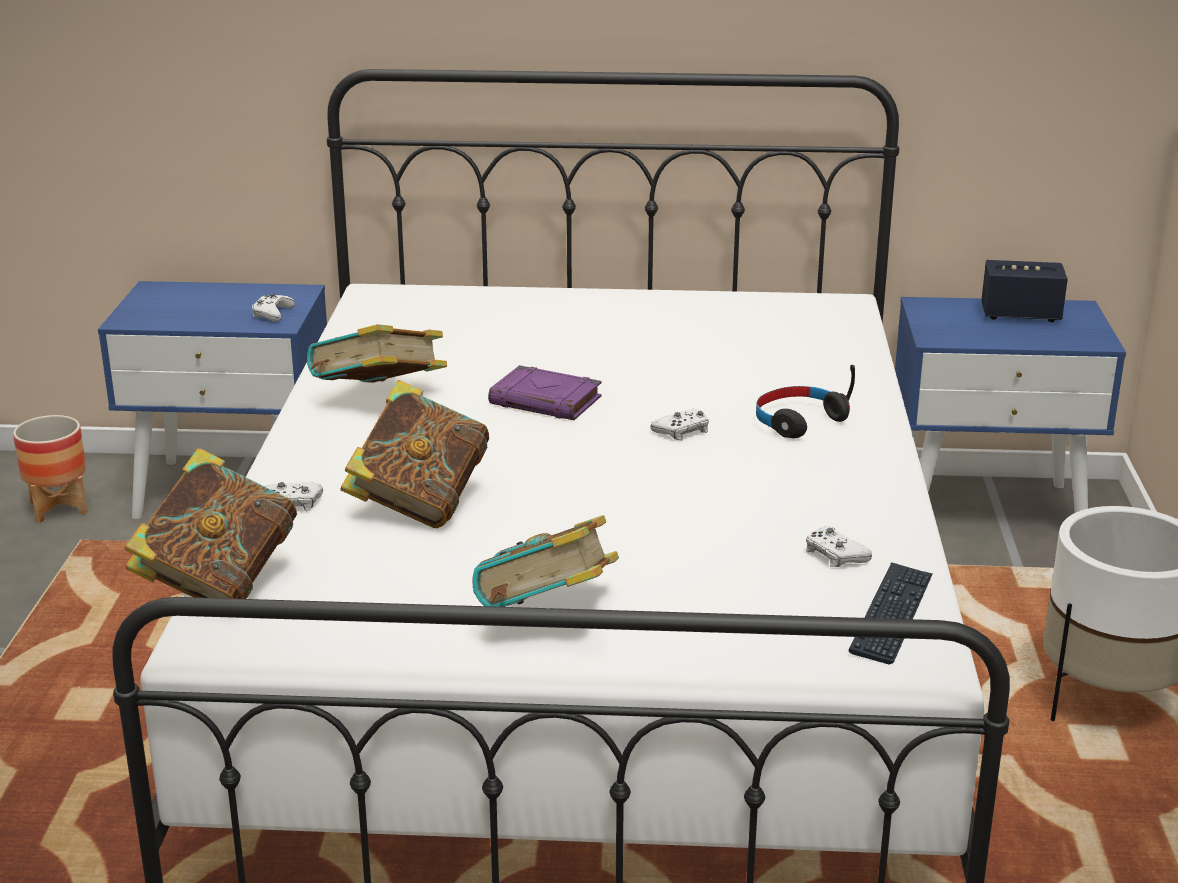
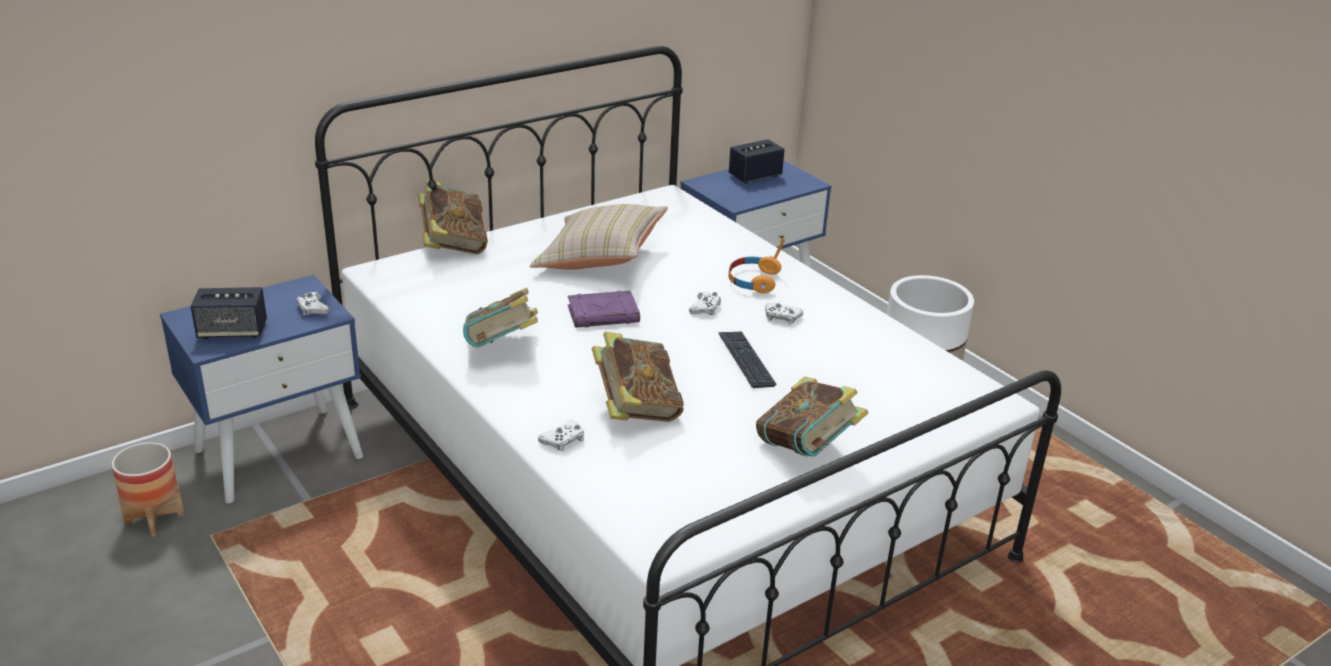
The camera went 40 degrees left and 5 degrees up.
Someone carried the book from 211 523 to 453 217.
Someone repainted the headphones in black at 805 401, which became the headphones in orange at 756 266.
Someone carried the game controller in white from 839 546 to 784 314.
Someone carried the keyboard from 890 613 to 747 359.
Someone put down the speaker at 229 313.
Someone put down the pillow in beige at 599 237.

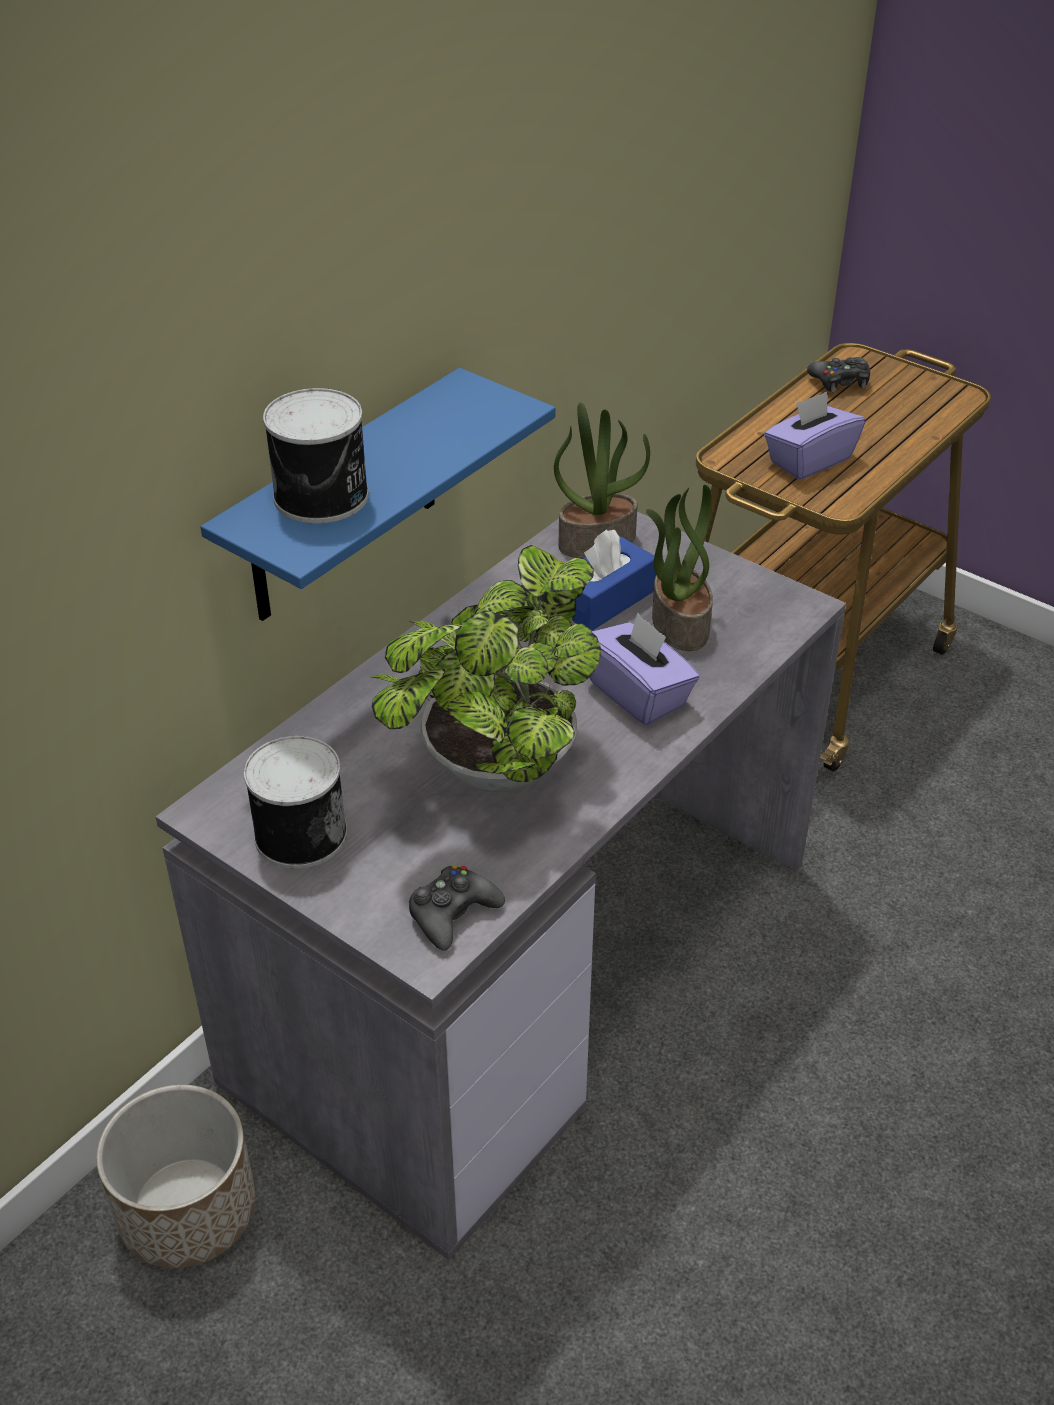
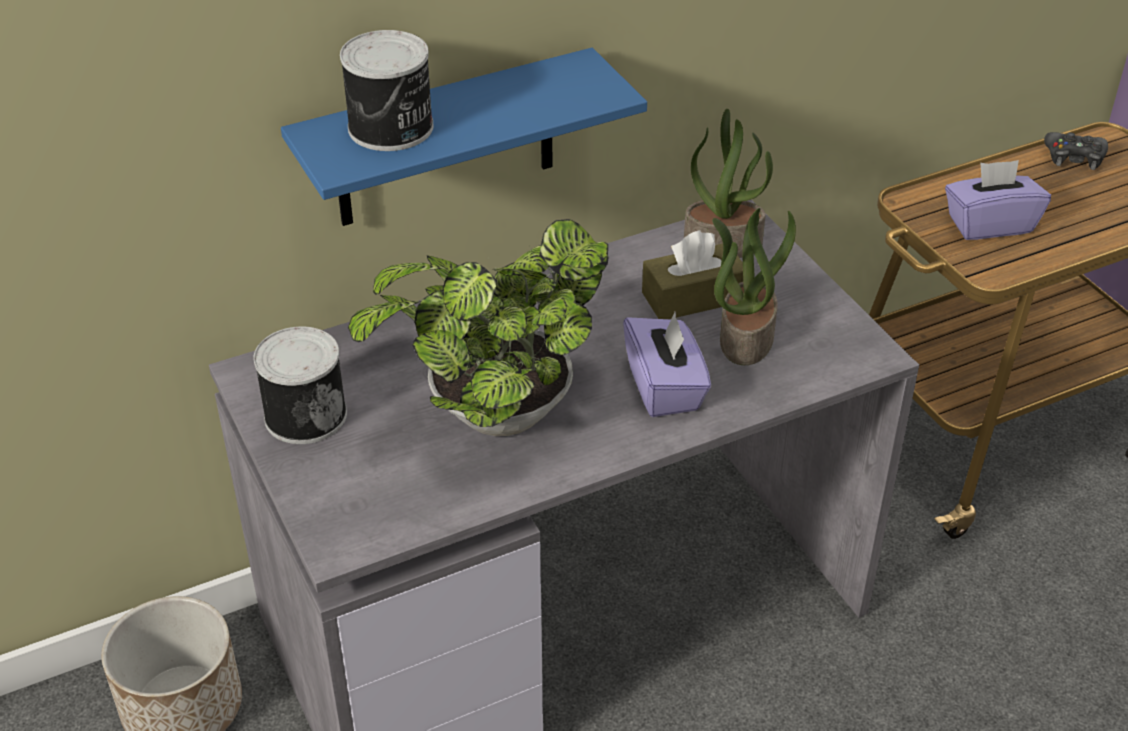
The camera went 25 degrees right and 0 degrees up.
Someone took away the game controller in black at 457 908.
Someone repainted the tissue box in blue at 614 580, which became the tissue box in brown at 692 274.

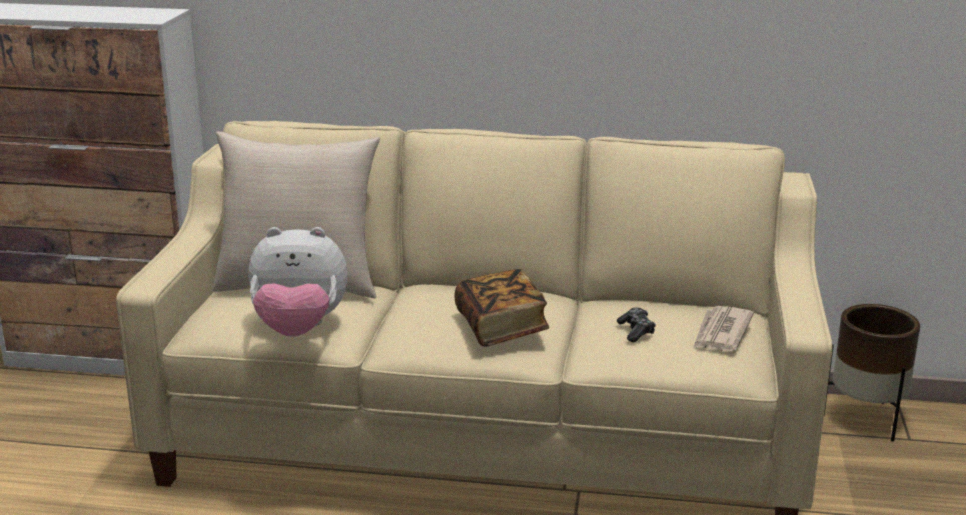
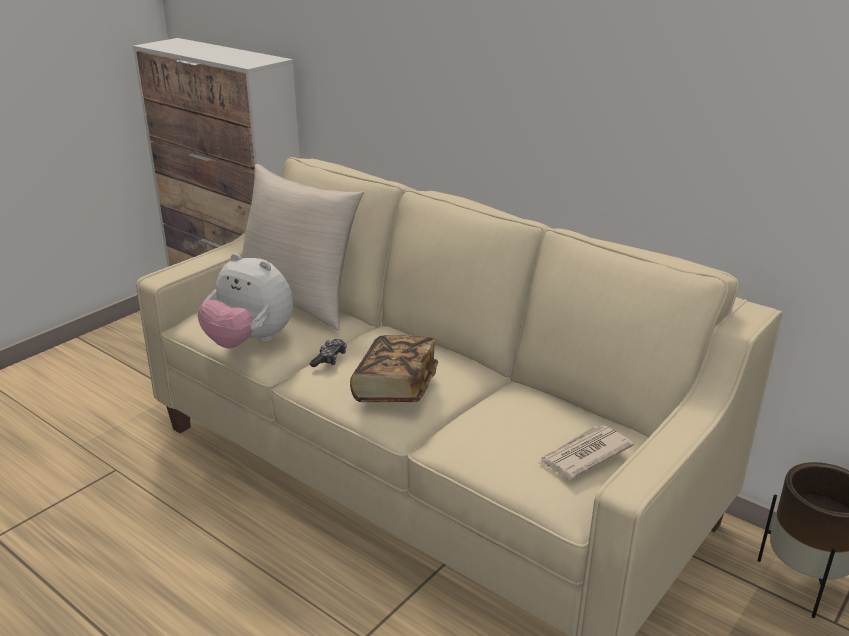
The camera went 30 degrees right and 5 degrees up.
Someone carried the game controller from 636 325 to 328 353.

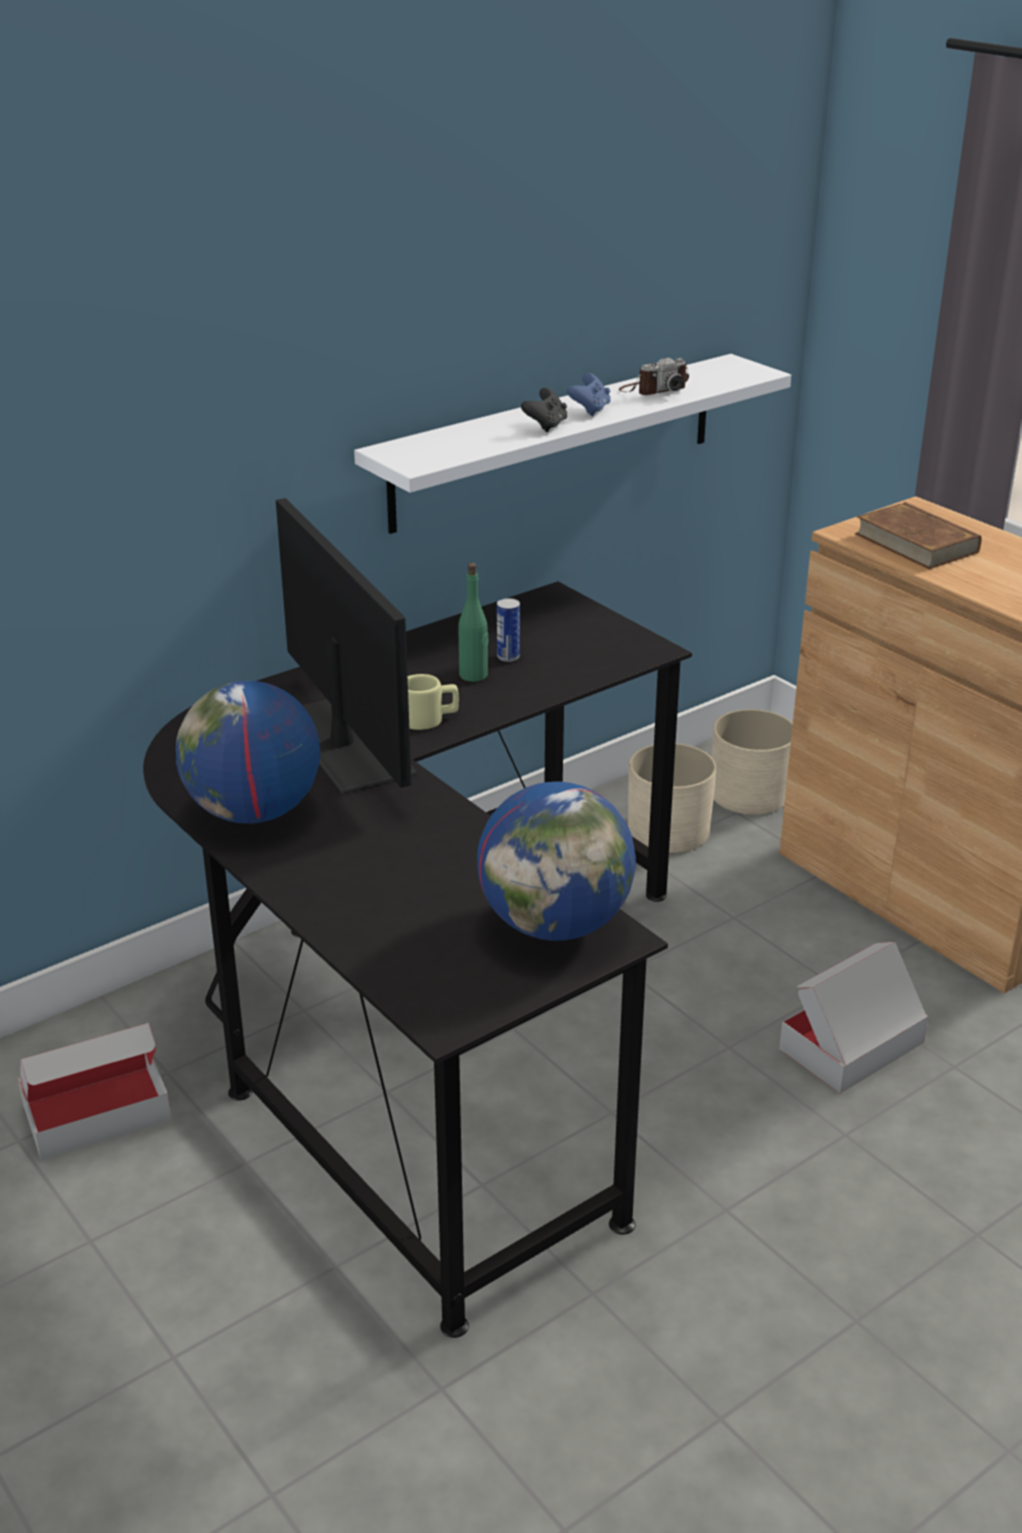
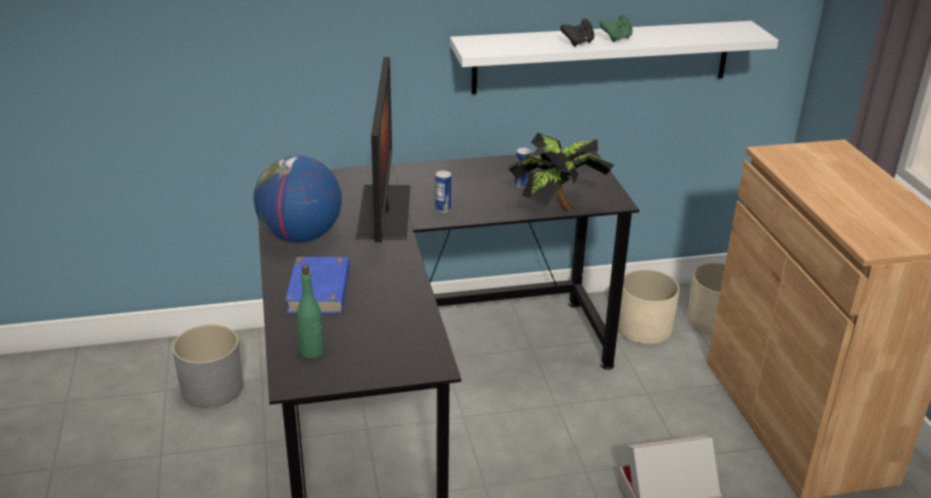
The camera went 25 degrees right and 0 degrees up.
Someone swapped the cardboard box at 95 1091 for the planter in grey at 207 366.
Someone swapped the mug in beige at 433 702 for the can at 443 192.
Someone carried the bottle in green from 473 622 to 310 311.
Someone took away the globe at 556 861.
Someone repainted the game controller in blue at 589 394, which became the game controller in green at 616 28.
Someone took away the photo camera at 654 376.
Someone took away the book in brown at 918 535.
Someone put down the book in blue at 317 285.
Someone put down the potted plant at 560 172.

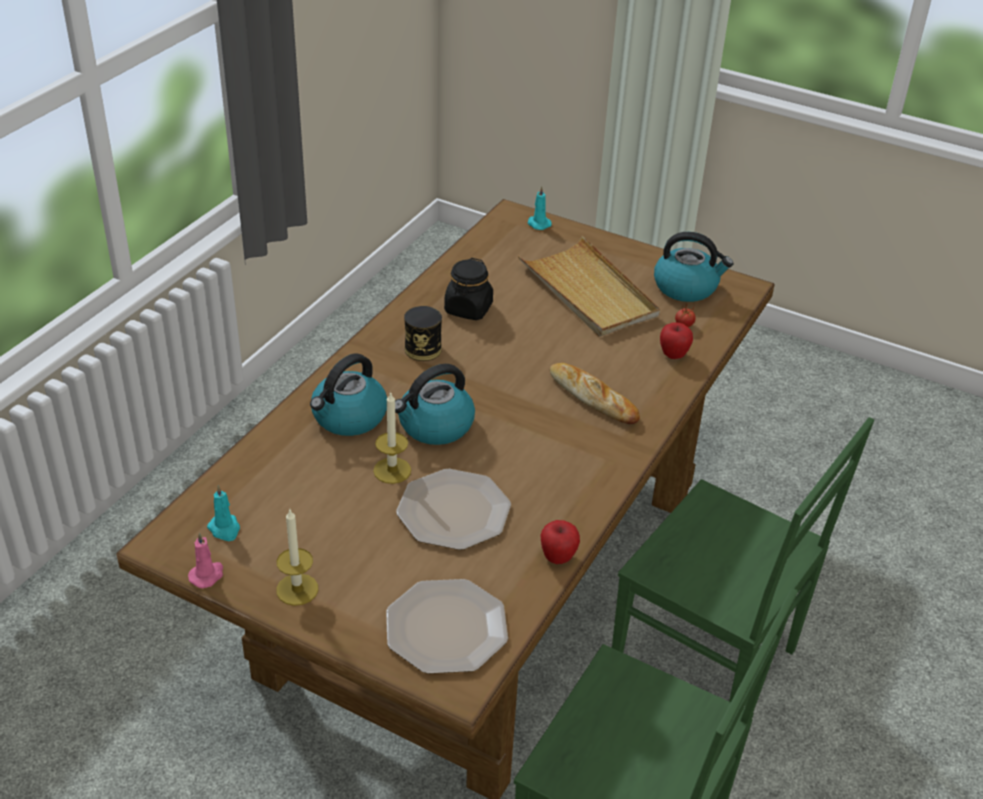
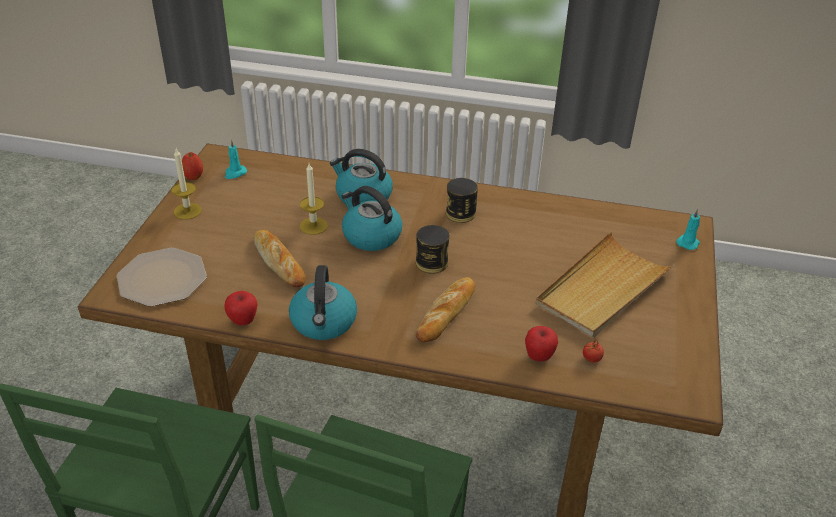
The camera went 75 degrees right and 0 degrees up.
Someone swapped the candle in pink at 205 560 for the apple at 192 166.
Someone swapped the plate at 453 509 for the bread at 280 258.
Someone took away the jar in black at 468 289.
Someone carried the kettle from 693 267 to 323 302.
Someone put down the can at 432 249.

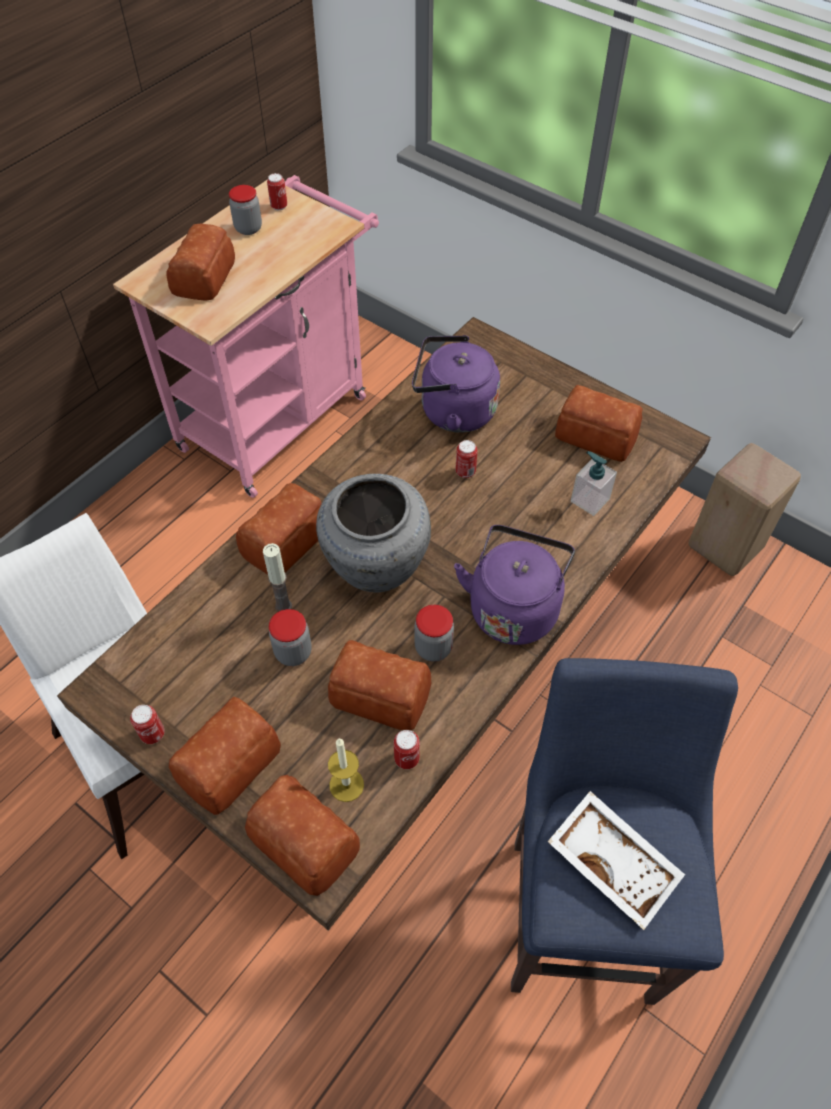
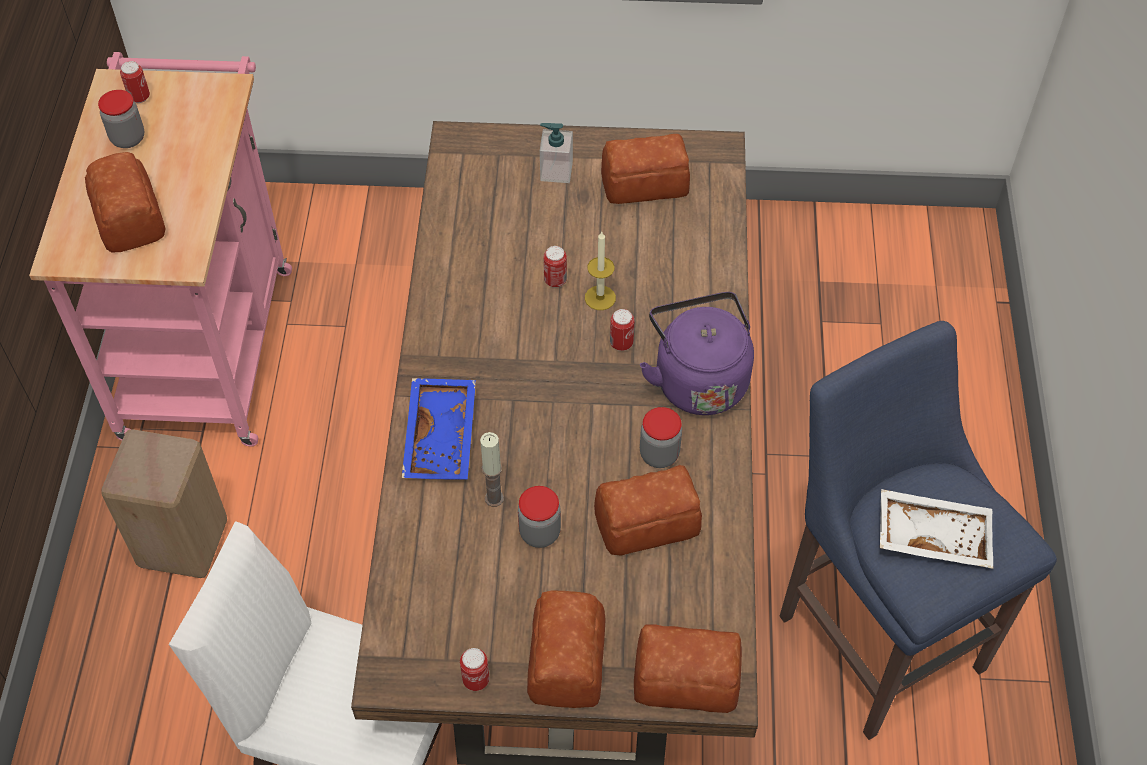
The camera went 35 degrees left and 0 degrees up.
Someone swapped the bread at 279 528 for the tray in blue at 439 429.
Someone took away the vase in grey at 373 533.
Someone carried the candle from 346 770 to 600 271.
Someone carried the can from 407 749 to 622 330.
Someone took away the kettle in purple at 456 384.
Someone carried the soap dispenser from 594 483 to 556 153.
Someone carried the stool in beige from 744 509 to 164 503.

